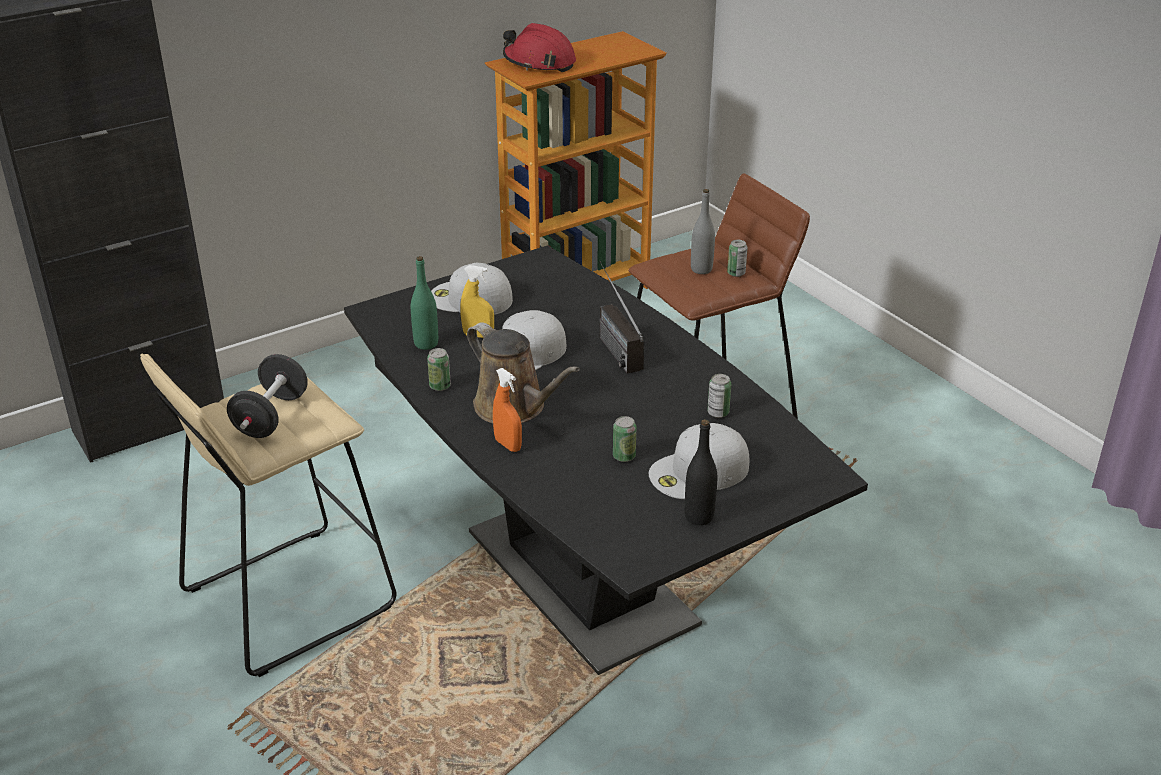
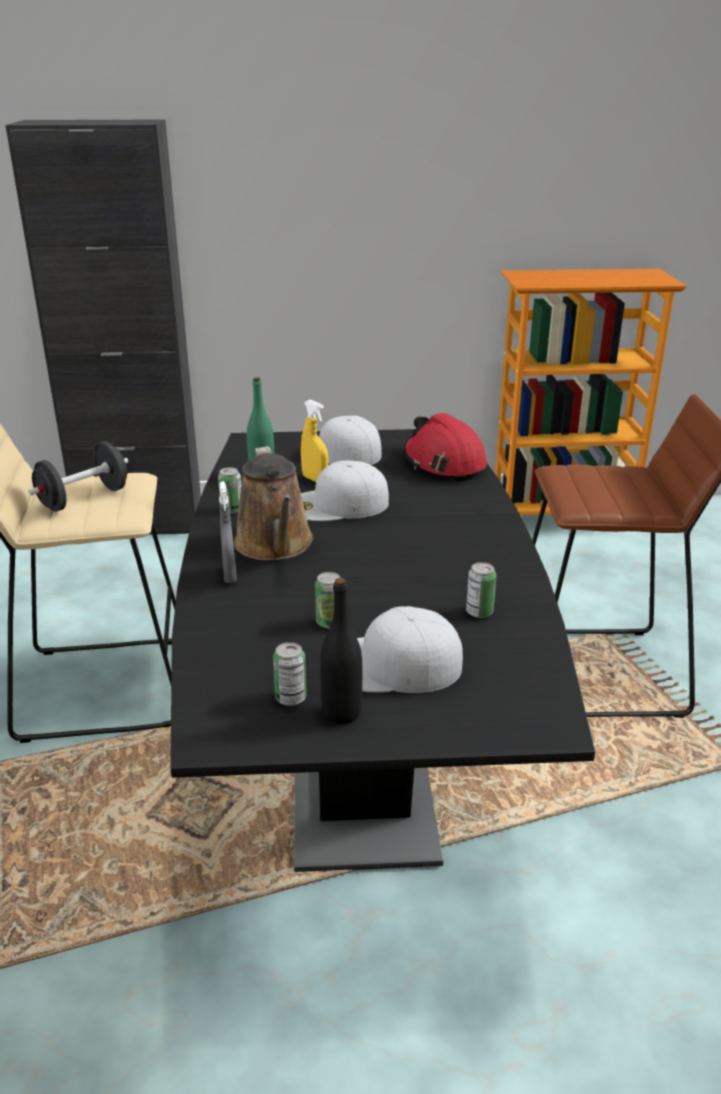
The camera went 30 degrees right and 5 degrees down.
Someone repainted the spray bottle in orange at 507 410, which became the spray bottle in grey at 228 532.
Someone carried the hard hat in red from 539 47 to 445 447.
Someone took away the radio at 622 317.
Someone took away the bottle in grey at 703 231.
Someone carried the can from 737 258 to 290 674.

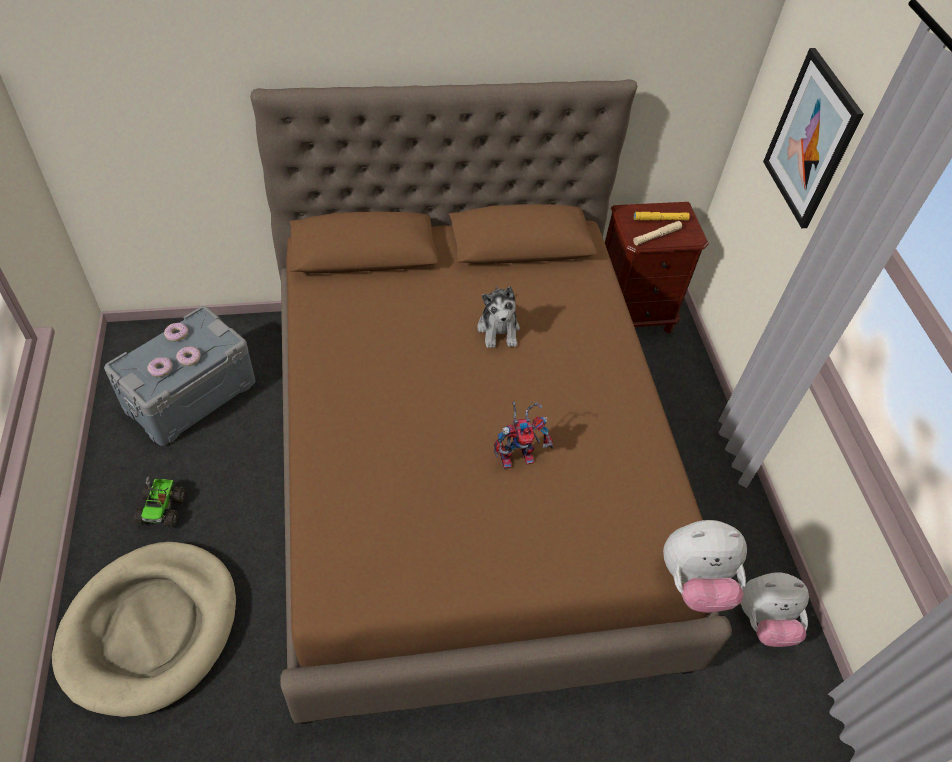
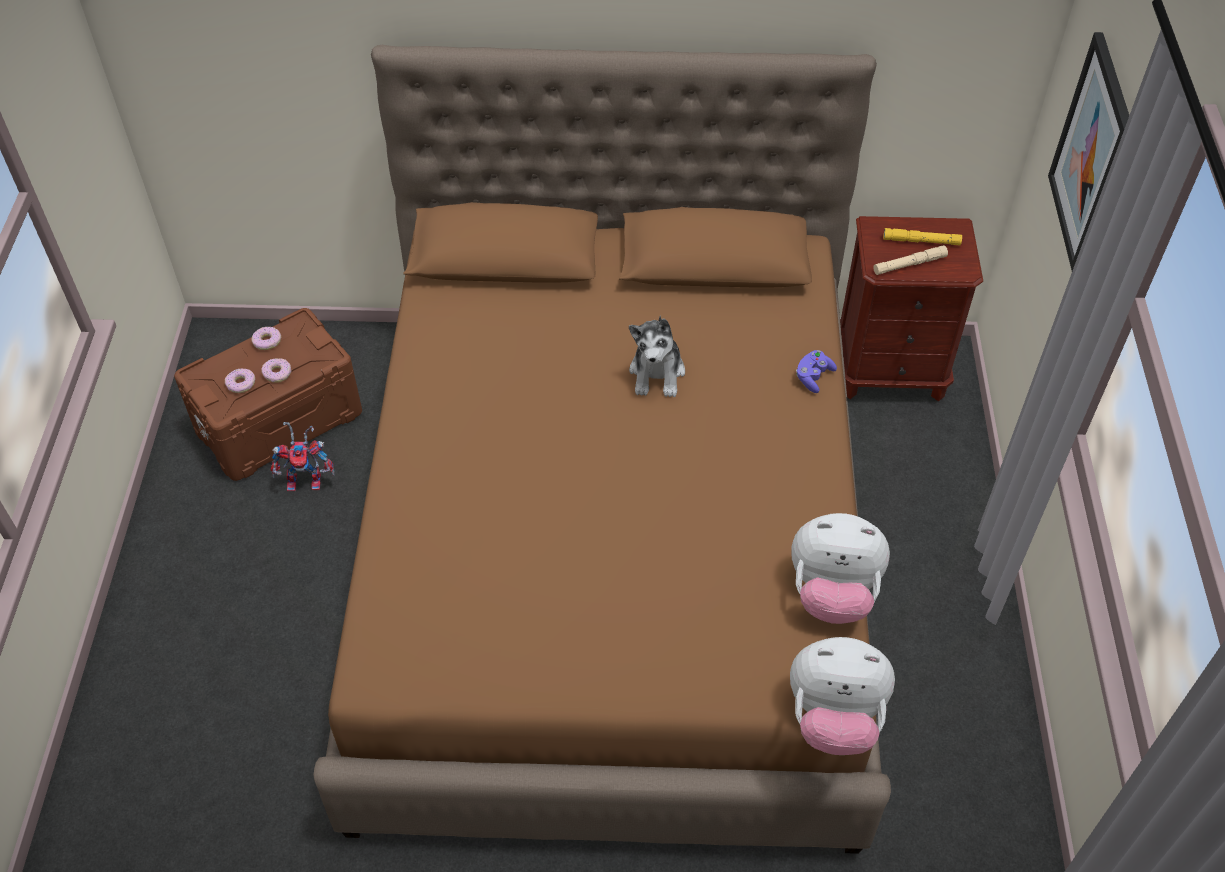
The camera went 15 degrees right and 0 degrees up.
Someone took away the dog bed in beige at 144 629.
Someone repainted the storage box in grey at 179 376, which became the storage box in brown at 268 394.
Someone took away the toy truck at 159 502.
Someone carried the toy robot from 523 435 to 303 457.
Someone carried the plush toy from 774 609 to 840 568.
Someone put down the game controller in purple at 816 371.

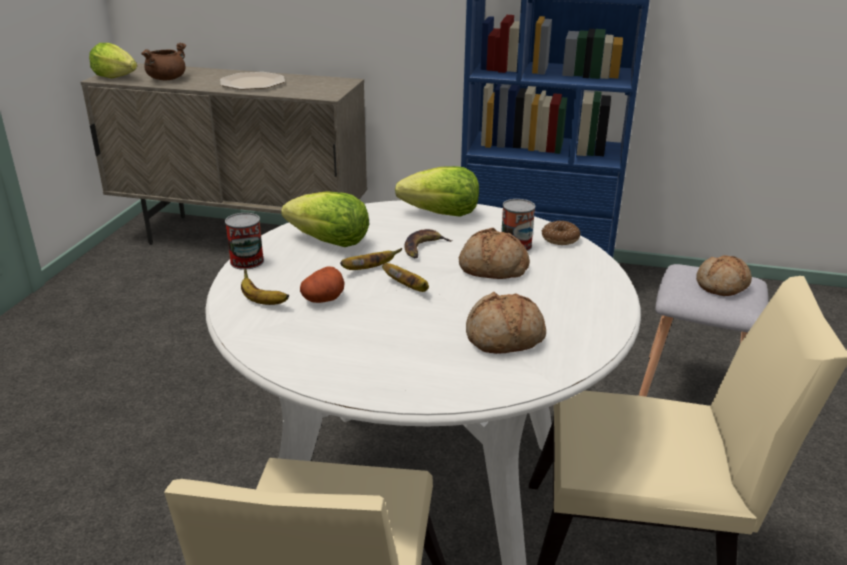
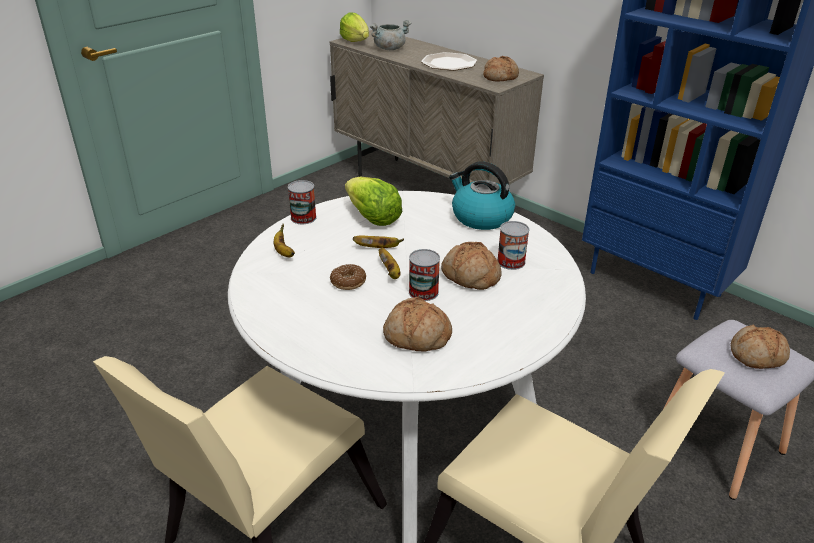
The camera went 30 degrees right and 5 degrees up.
Someone repainted the cooking pot in brown at 163 61, which became the cooking pot in grey at 390 35.
Someone took away the potato at 322 284.
Someone swapped the lettuce at 437 191 for the kettle at 482 195.
Someone took away the banana at 428 243.
Someone carried the donut from 561 233 to 348 277.
Someone put down the can at 424 275.
Someone put down the bread at 501 69.

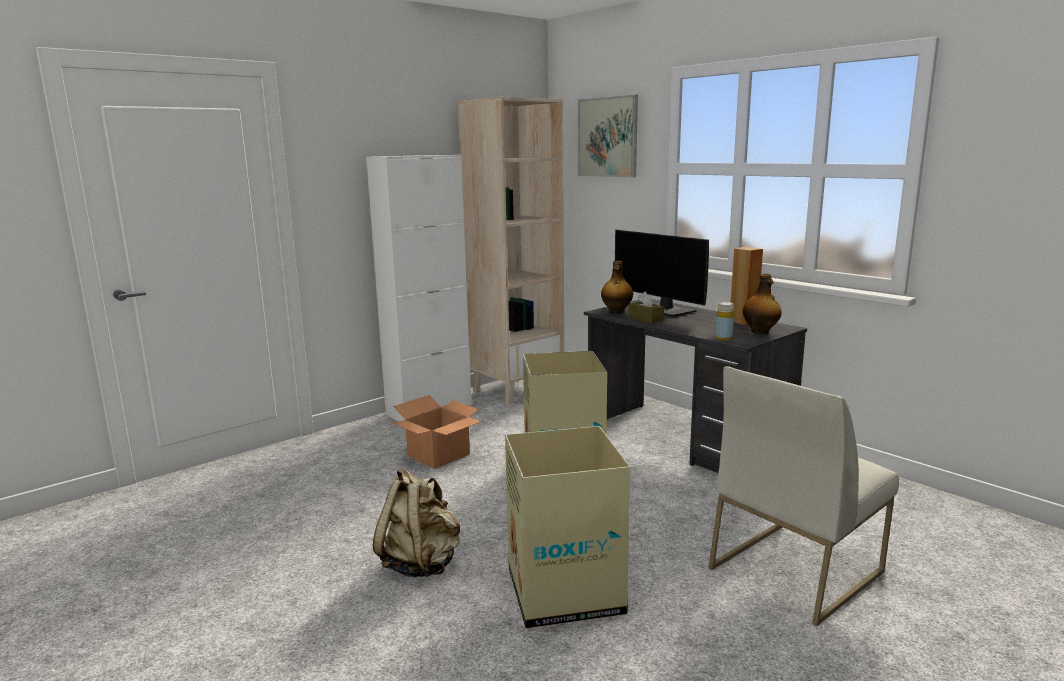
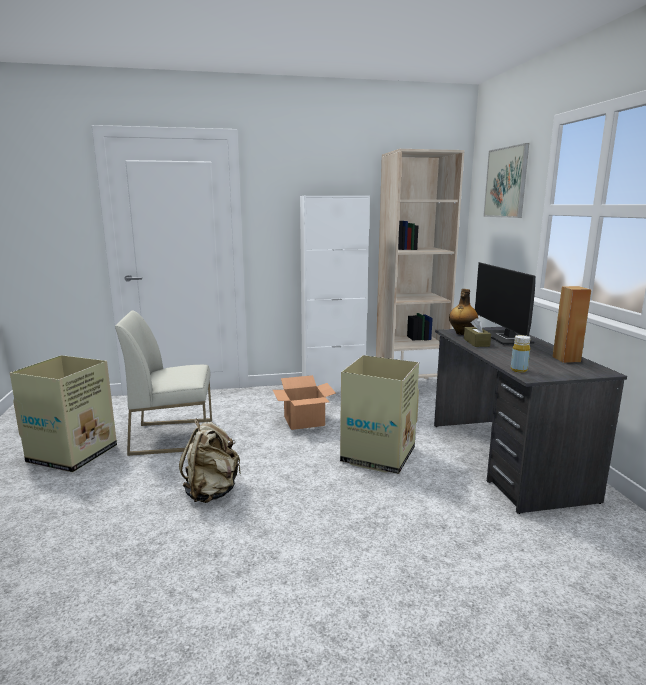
The camera went 30 degrees right and 0 degrees up.
Someone carried the cardboard box from 568 527 to 63 413.
Someone carried the chair in white from 804 496 to 163 383.
Someone took away the bottle at 762 304.

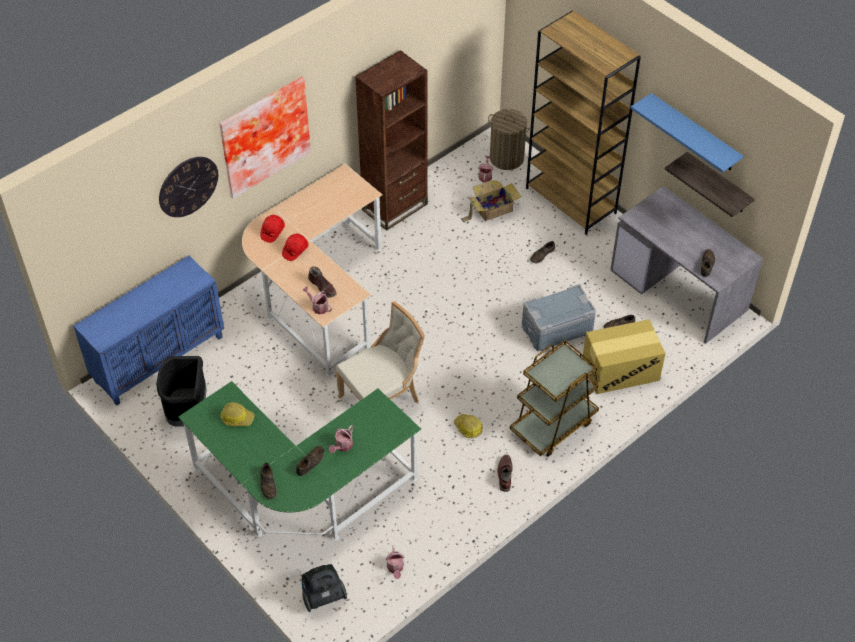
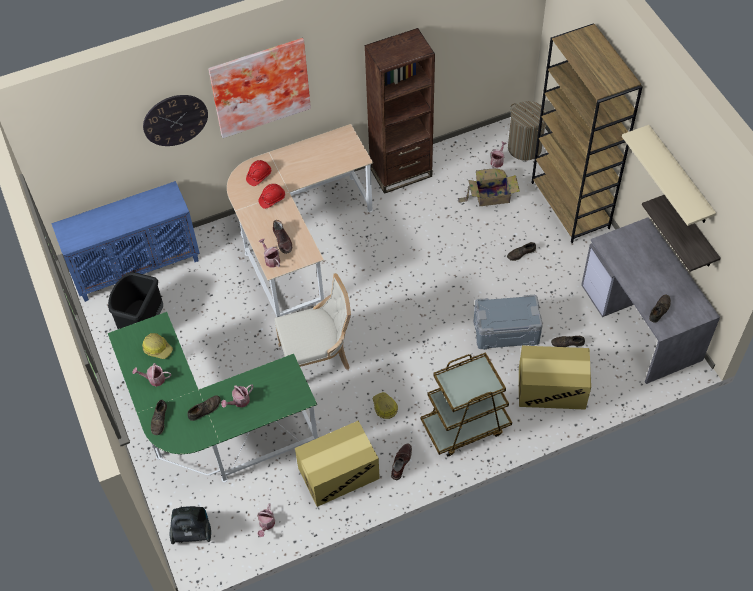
The camera went 20 degrees right and 5 degrees up.
Someone repainted the shelf in blue at 687 133, which became the shelf in beige at 669 175.
Someone put down the watering can at 152 375.
Someone put down the cardboard box at 337 464.

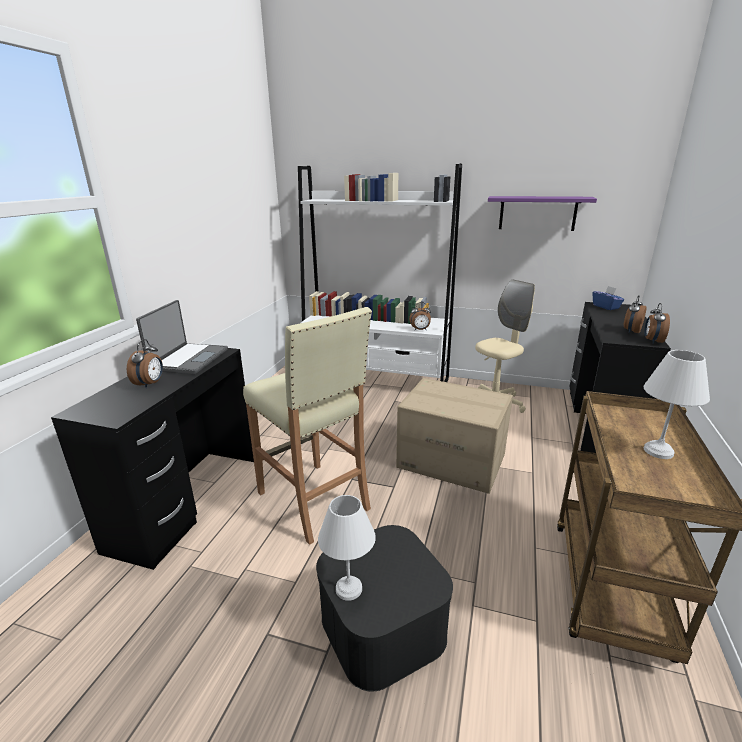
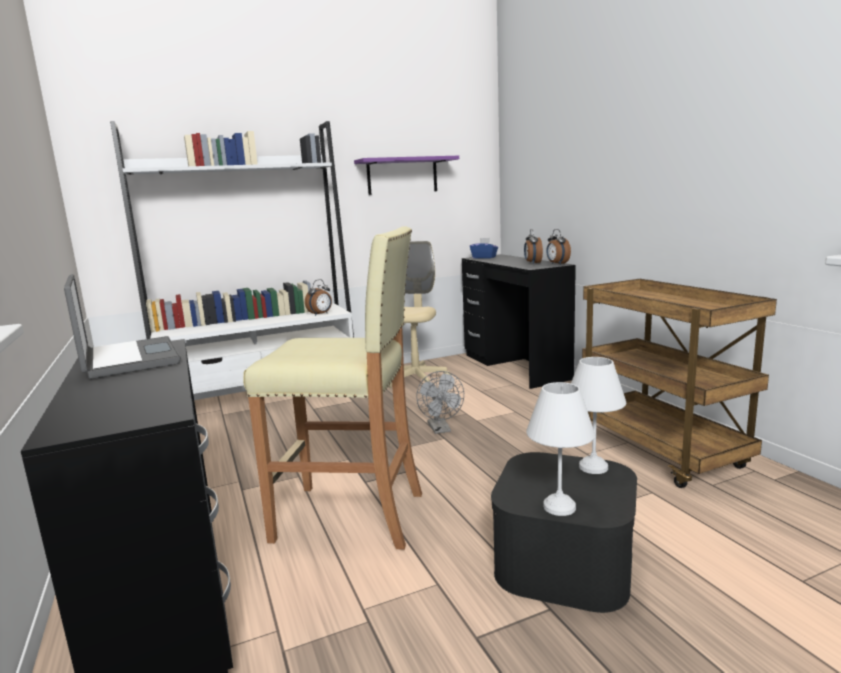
The camera went 40 degrees left and 10 degrees down.
Someone took away the alarm clock at 145 363.
Someone swapped the cardboard box at 454 436 for the fan in grey at 440 402.
Someone carried the table lamp in white from 676 404 to 598 415.

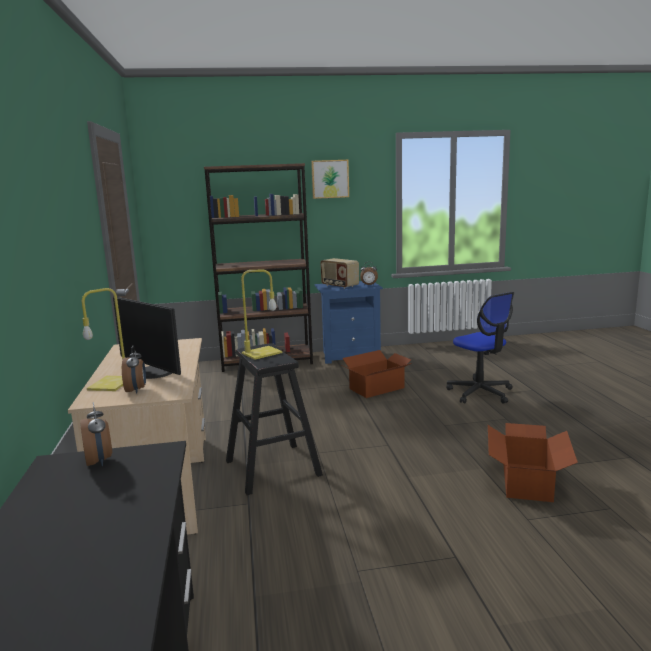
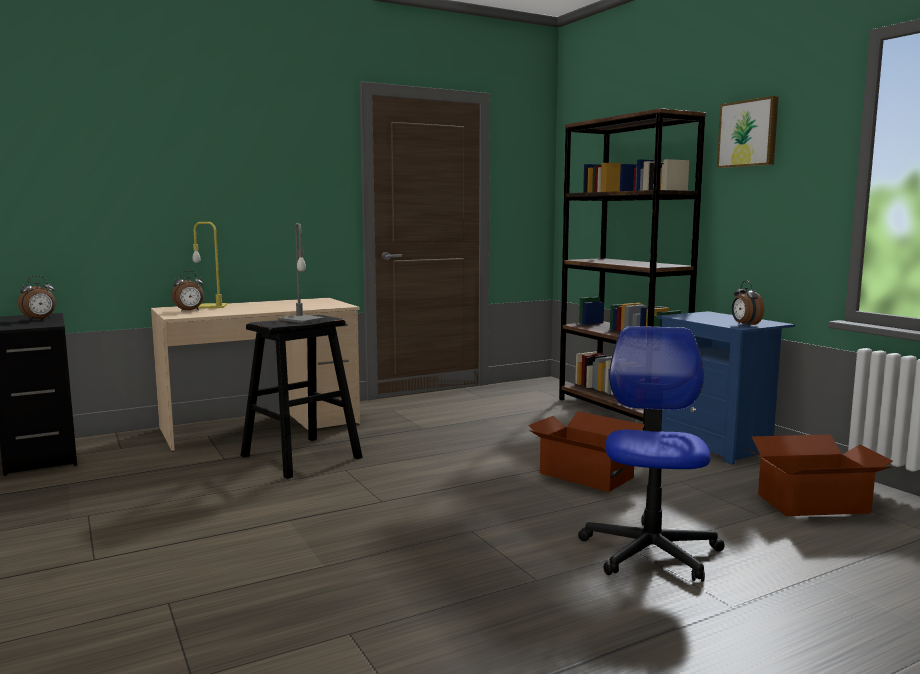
The camera went 70 degrees right and 5 degrees down.
Someone took away the monitor at 147 338.
Someone repainted the table lamp in yellow at 261 315, which became the table lamp in grey at 301 273.
Someone took away the radio at 339 273.
Someone rotated the office chair at 480 348 by 150 degrees clockwise.
Someone carried the cardboard box from 533 462 to 819 475.

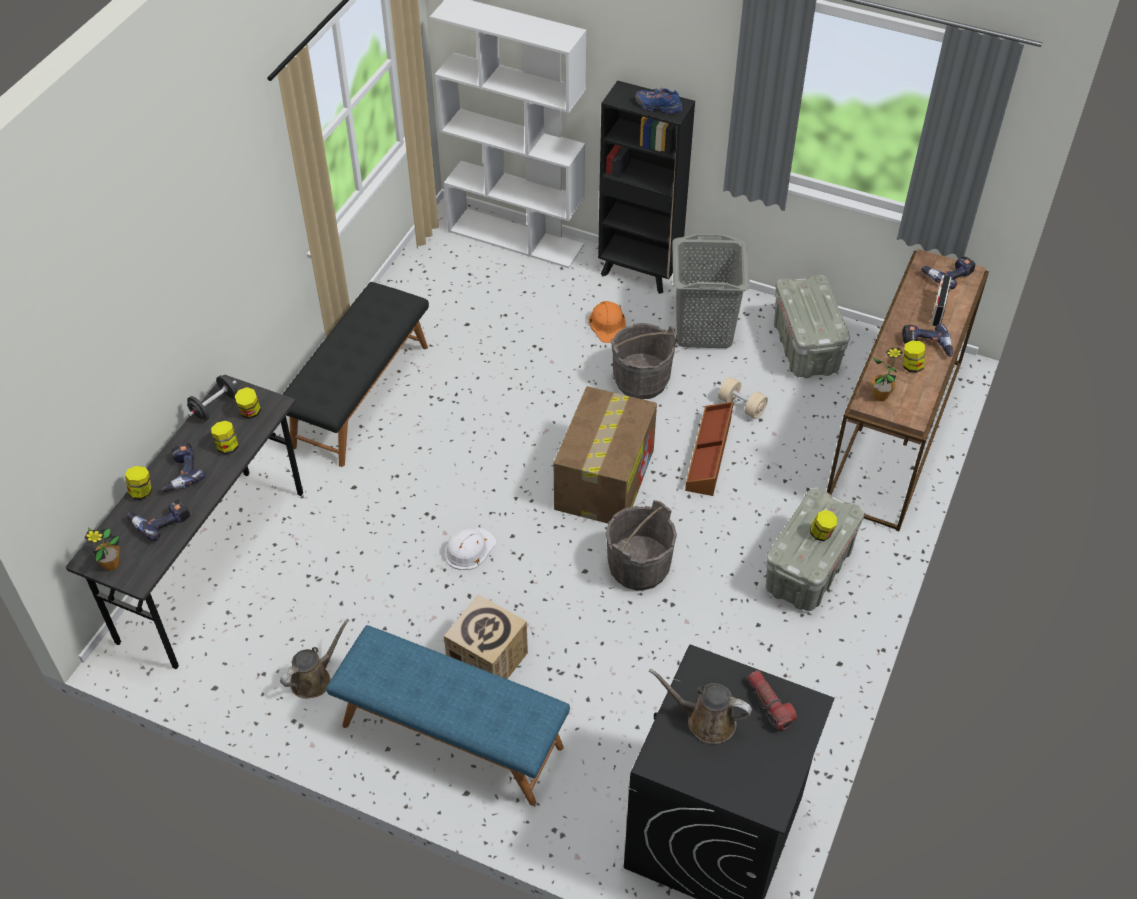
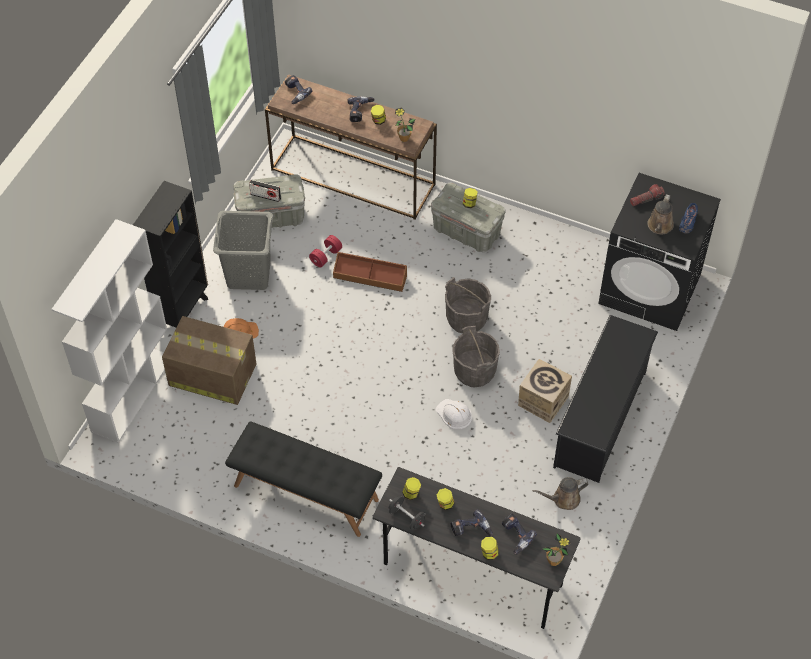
The camera went 90 degrees left and 5 degrees up.
Someone rotated the watering can in brown at 314 659 by 60 degrees counterclockwise.
Someone swapped the bench in blue at 448 715 for the shoe rack in black at 605 399.
Someone carried the cardboard box from 605 455 to 209 360.
Someone carried the bucket in grey from 644 361 to 476 356.
Someone carried the shoe in blue from 658 101 to 688 218.
Someone repainted the dumbbell in beige at 743 398, which became the dumbbell in red at 325 251.
Someone carried the radio from 941 300 to 265 191.

